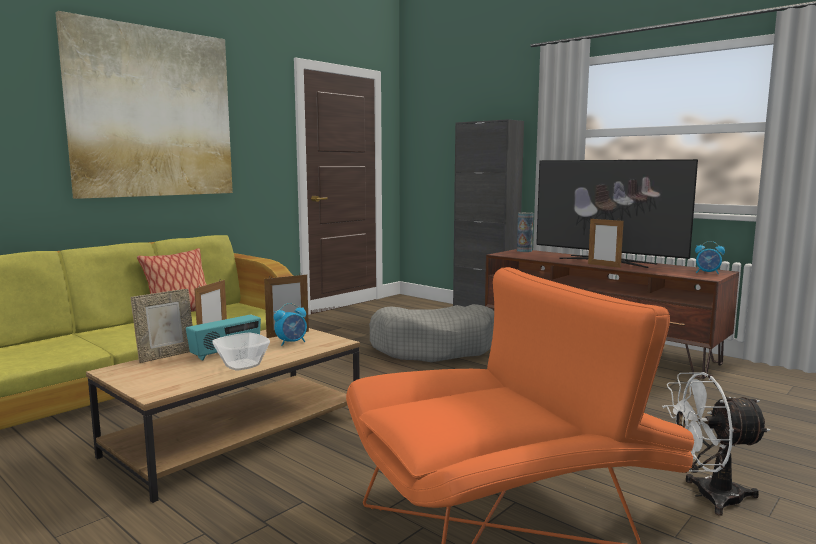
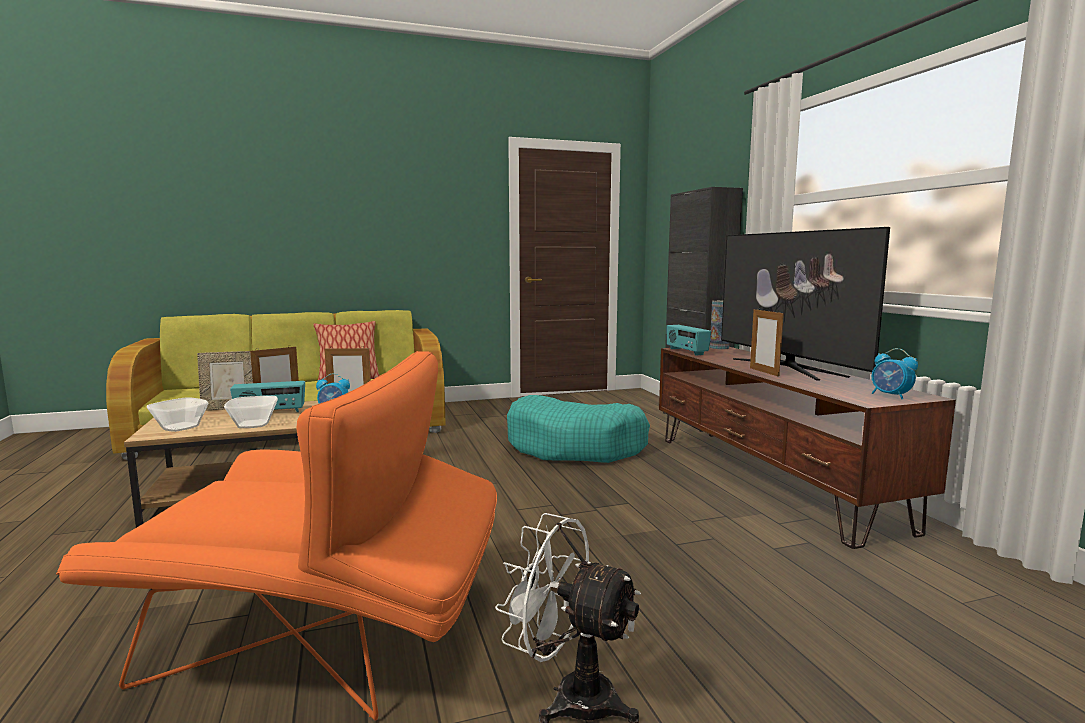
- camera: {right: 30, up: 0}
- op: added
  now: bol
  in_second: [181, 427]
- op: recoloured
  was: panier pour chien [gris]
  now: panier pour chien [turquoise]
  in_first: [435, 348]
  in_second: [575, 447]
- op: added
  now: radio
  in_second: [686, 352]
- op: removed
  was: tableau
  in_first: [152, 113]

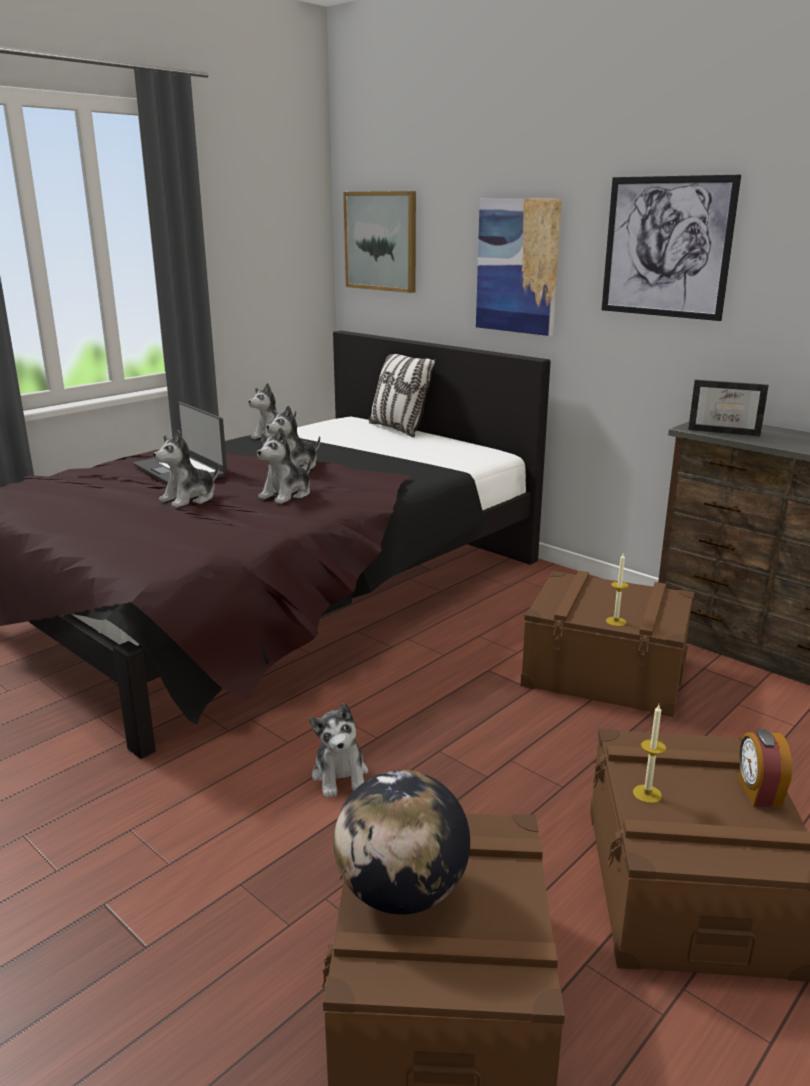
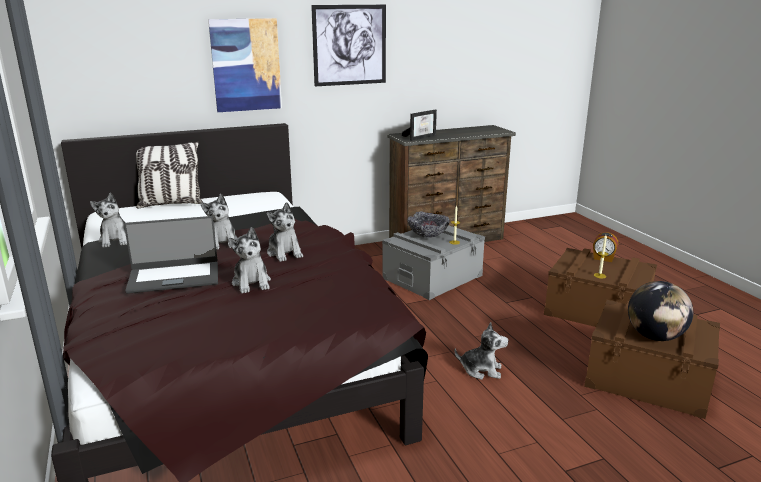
- camera: {right: -65, up: 0}
- op: recoloured
  was: boîte de rangement [marron]
  now: boîte de rangement [gris]
  in_first: [605, 671]
  in_second: [432, 277]
- op: added
  now: bol
  in_second: [428, 235]
- op: removed
  was: tableau
  in_first: [381, 241]

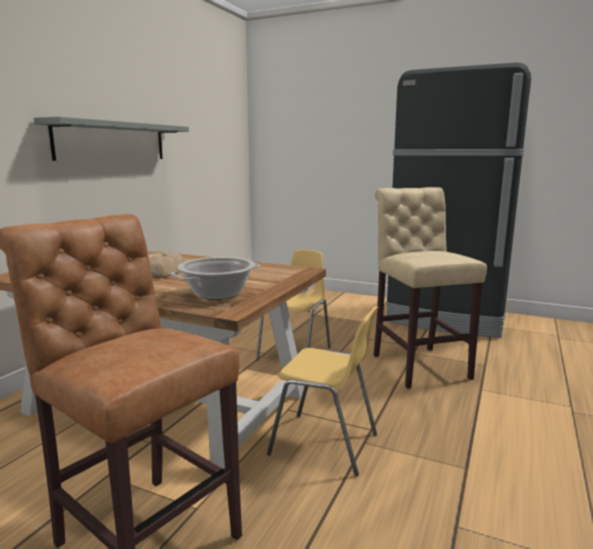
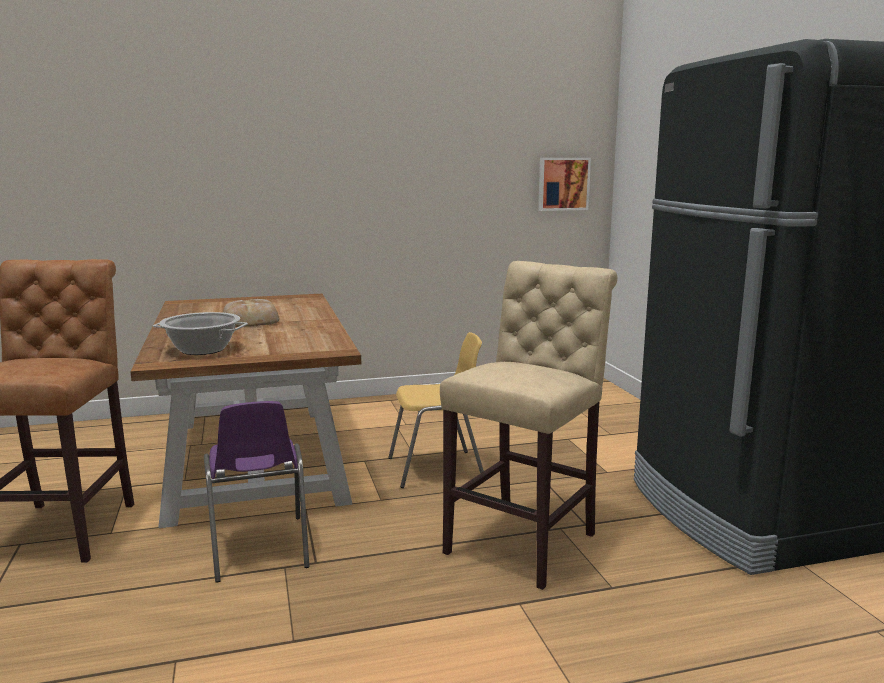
- camera: {right: 50, up: 0}
- op: recoloured
  was: chaise [jaune]
  now: chaise [violet]
  in_first: [325, 444]
  in_second: [259, 549]
- op: added
  now: tableau
  in_second: [563, 184]
- op: removed
  was: étagère [gris]
  in_first: [112, 141]

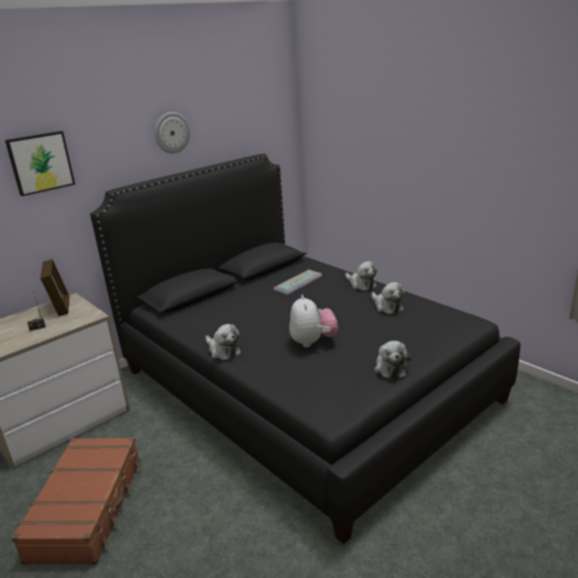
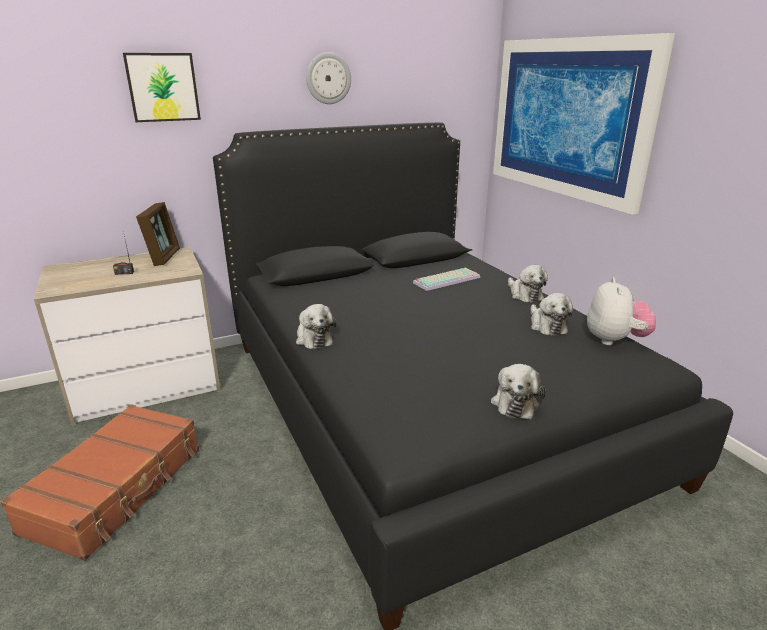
- camera: {right: 15, up: 0}
- op: added
  now: tableau
  in_second: [567, 118]
- op: moved
  was: peluche
  in_first: [313, 342]
  in_second: [614, 340]

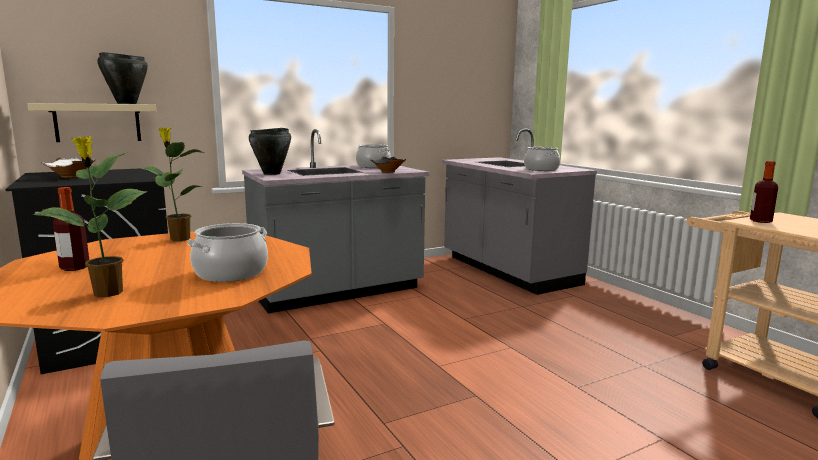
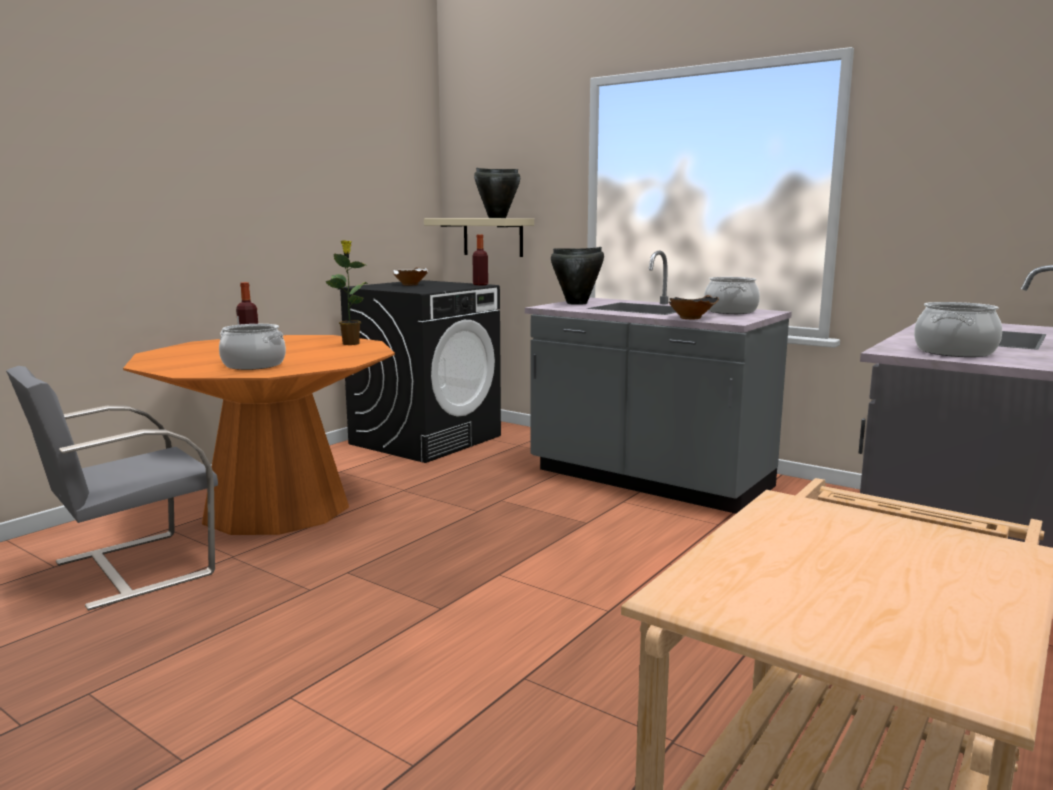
- camera: {right: 65, up: 0}
- op: moved
  was: bouteille
  in_first: [760, 221]
  in_second: [480, 284]
- op: removed
  was: plante en pot
  in_first: [107, 293]

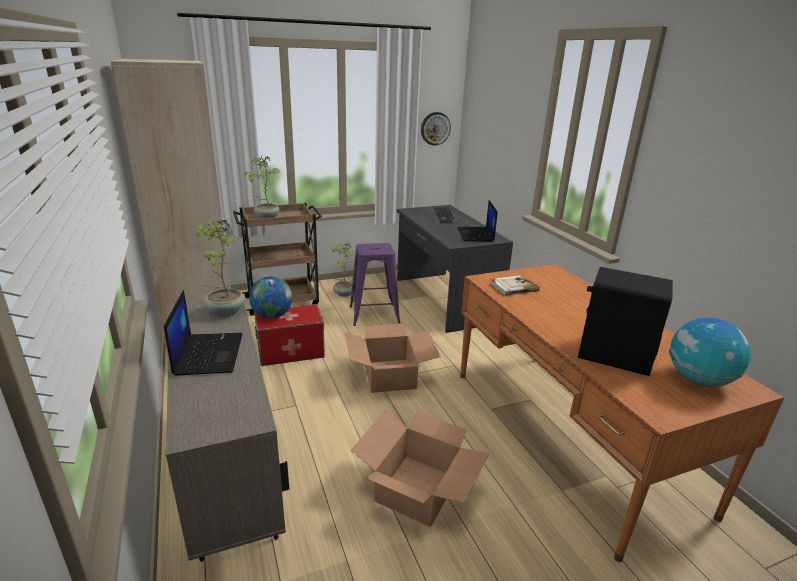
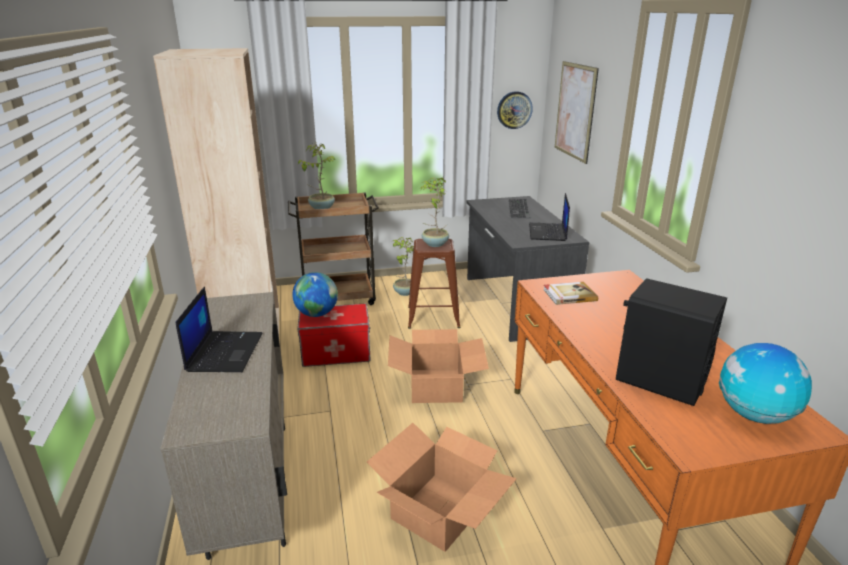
- camera: {right: 10, up: 0}
- op: recoloured
  was: tabouret [violet]
  now: tabouret [marron]
  in_first: [374, 314]
  in_second: [433, 317]
- op: moved
  was: plante en pot
  in_first: [225, 311]
  in_second: [434, 244]
- op: added
  now: tableau
  in_second: [575, 111]

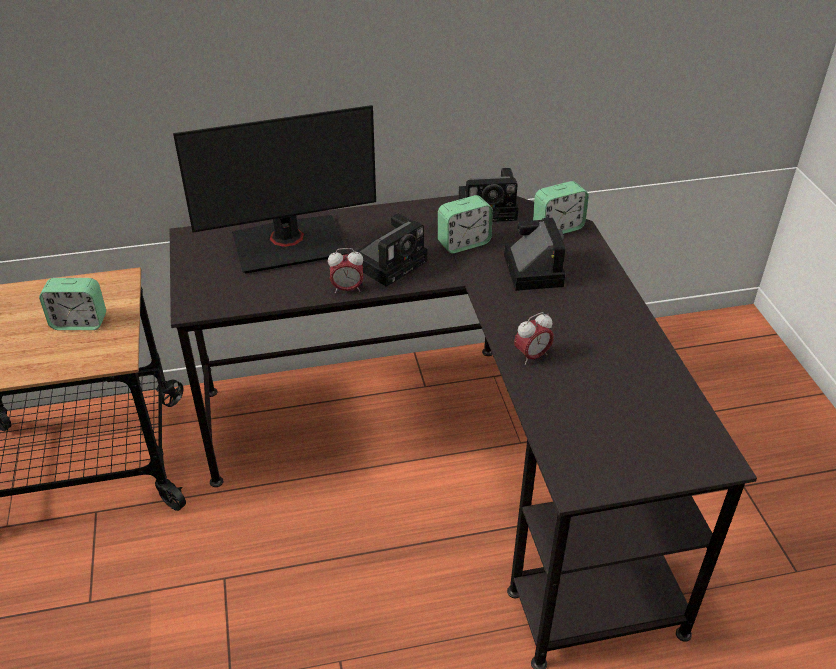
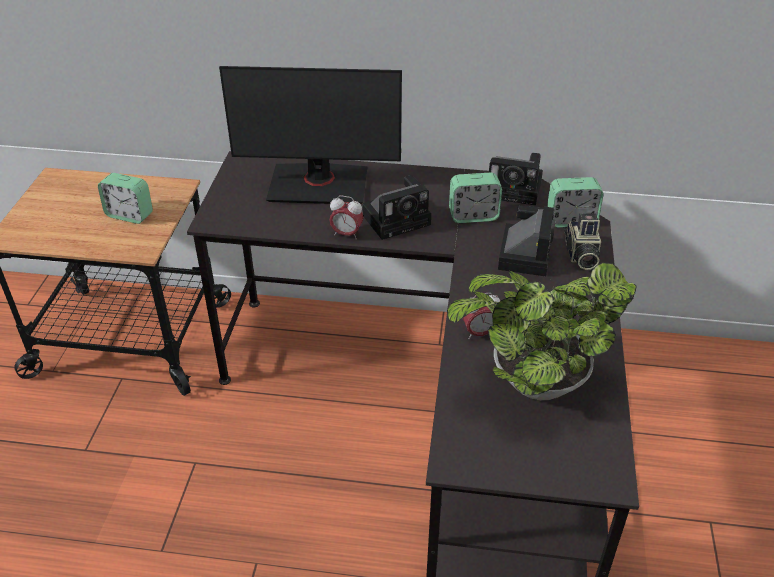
- camera: {right: 20, up: 0}
- op: added
  now: plante en pot
  in_second: [531, 384]
- op: added
  now: appareil photo
  in_second: [580, 255]

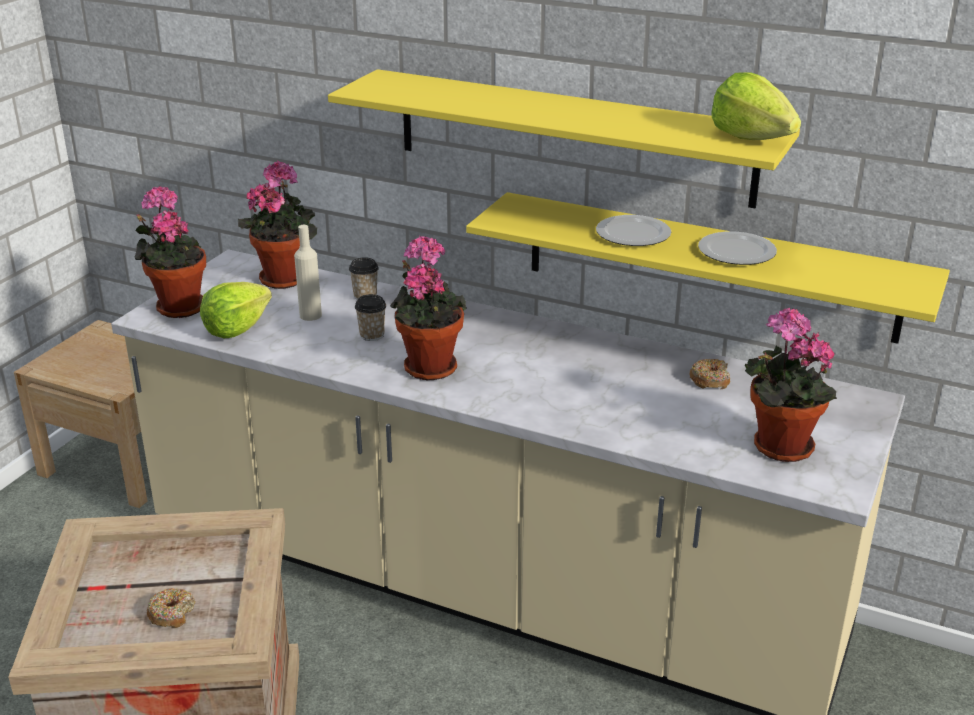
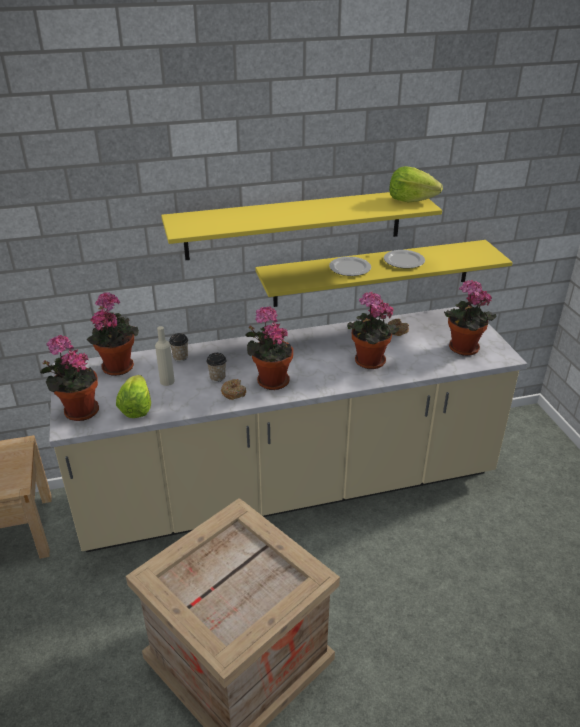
- camera: {right: -40, up: 5}
- op: moved
  was: beignet
  in_first: [172, 614]
  in_second: [233, 393]
- op: added
  now: plante en pot
  in_second: [368, 362]

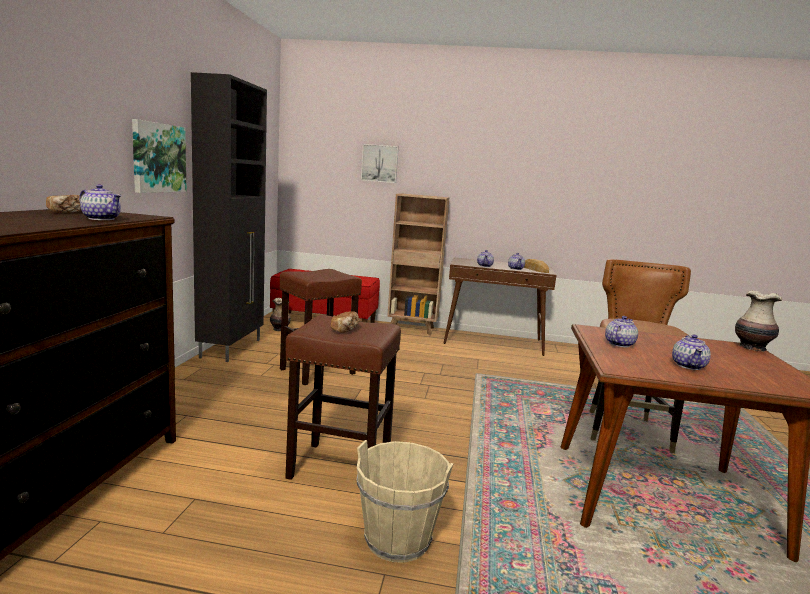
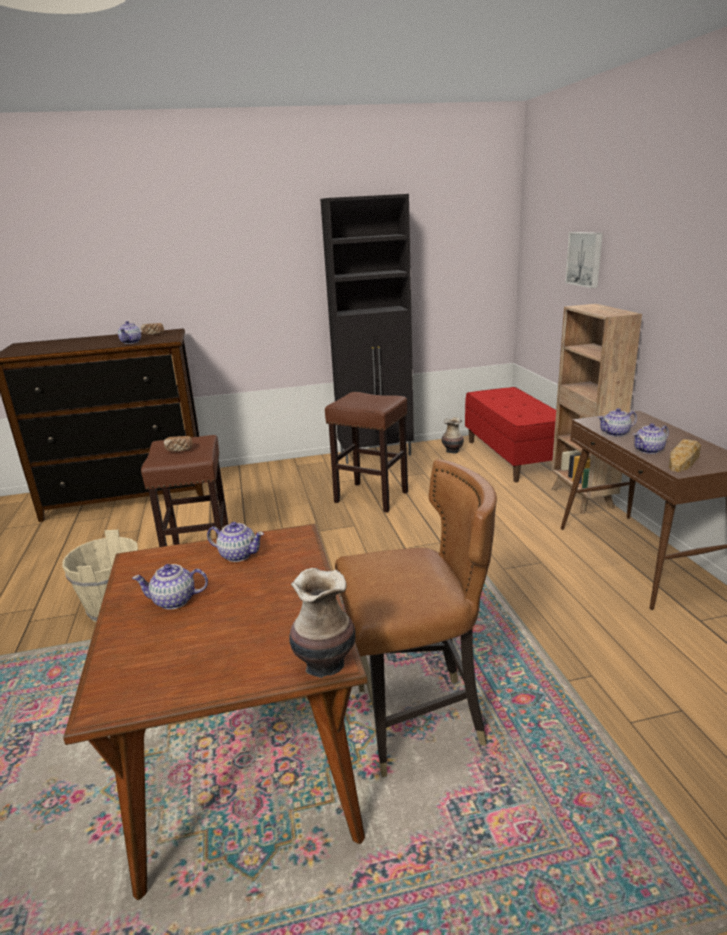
- camera: {right: 70, up: 10}
- op: removed
  was: tableau
  in_first: [158, 158]

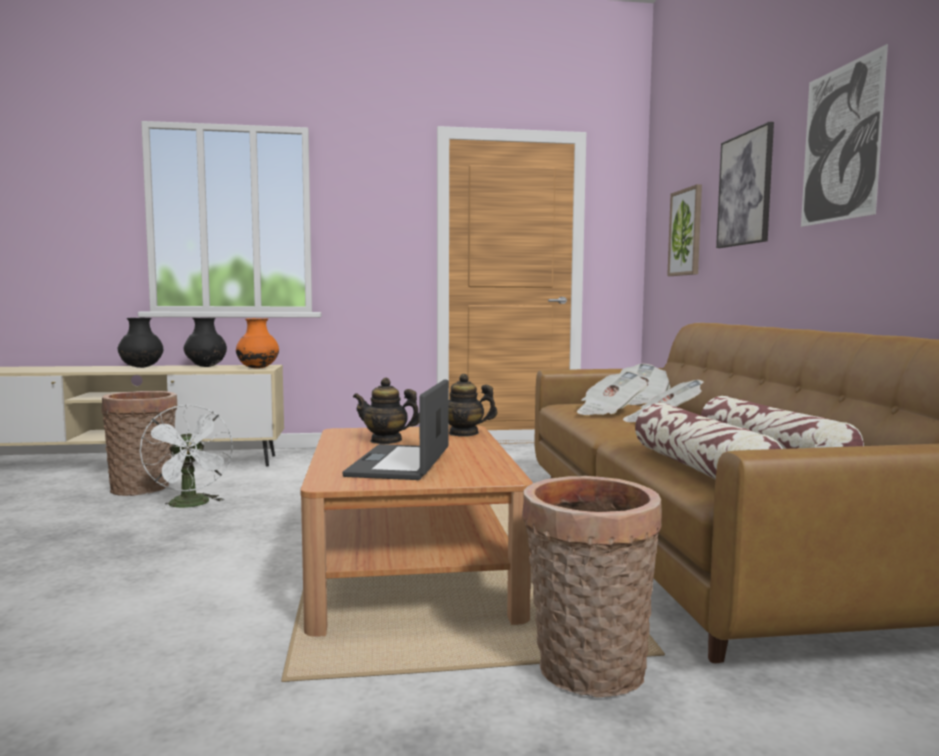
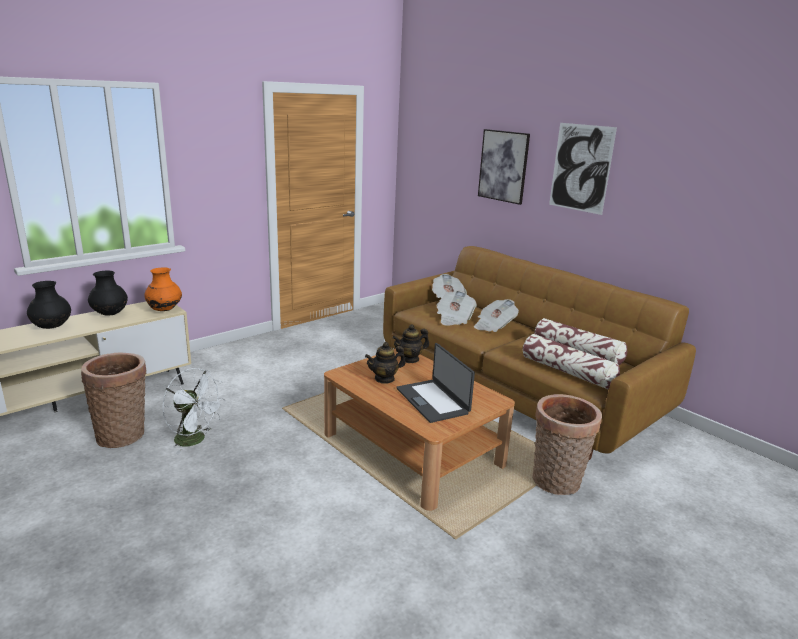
- camera: {right: -35, up: 15}
- op: removed
  was: tableau
  in_first: [686, 232]

